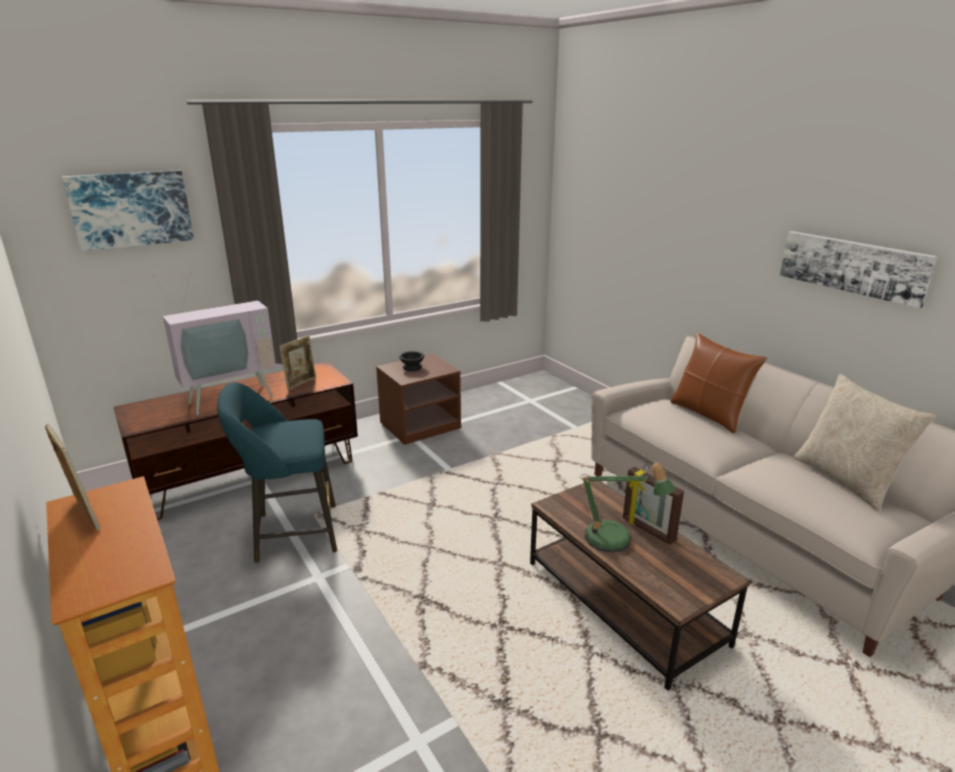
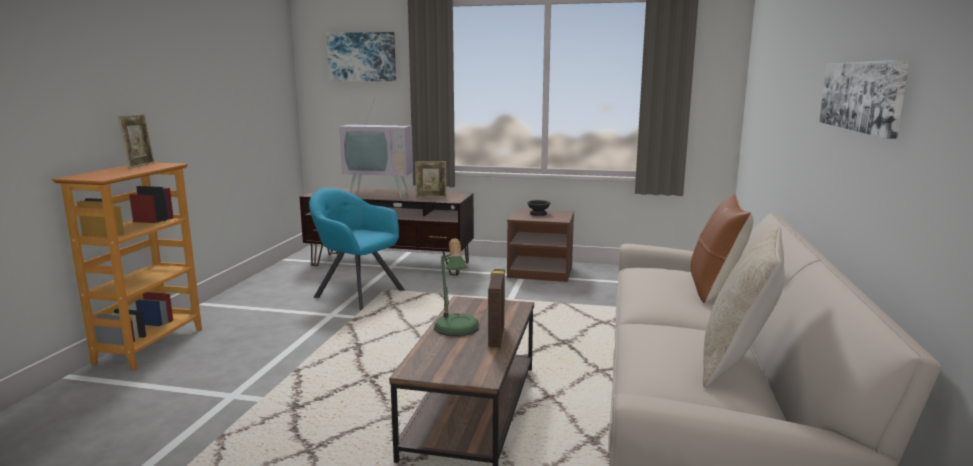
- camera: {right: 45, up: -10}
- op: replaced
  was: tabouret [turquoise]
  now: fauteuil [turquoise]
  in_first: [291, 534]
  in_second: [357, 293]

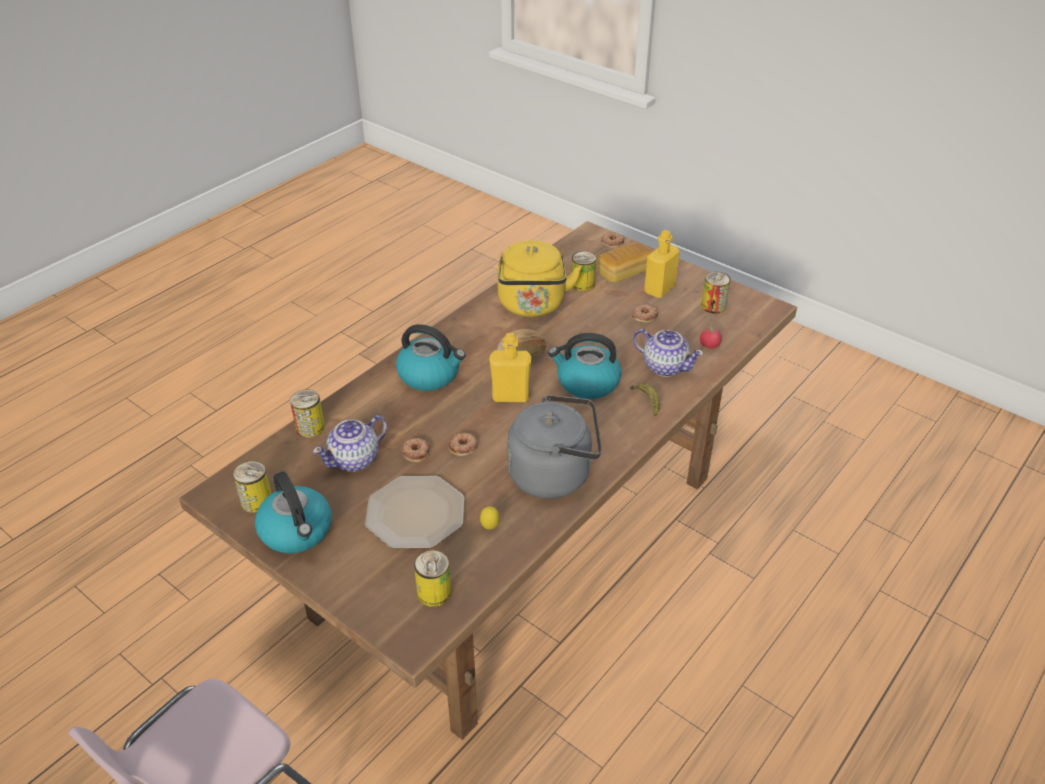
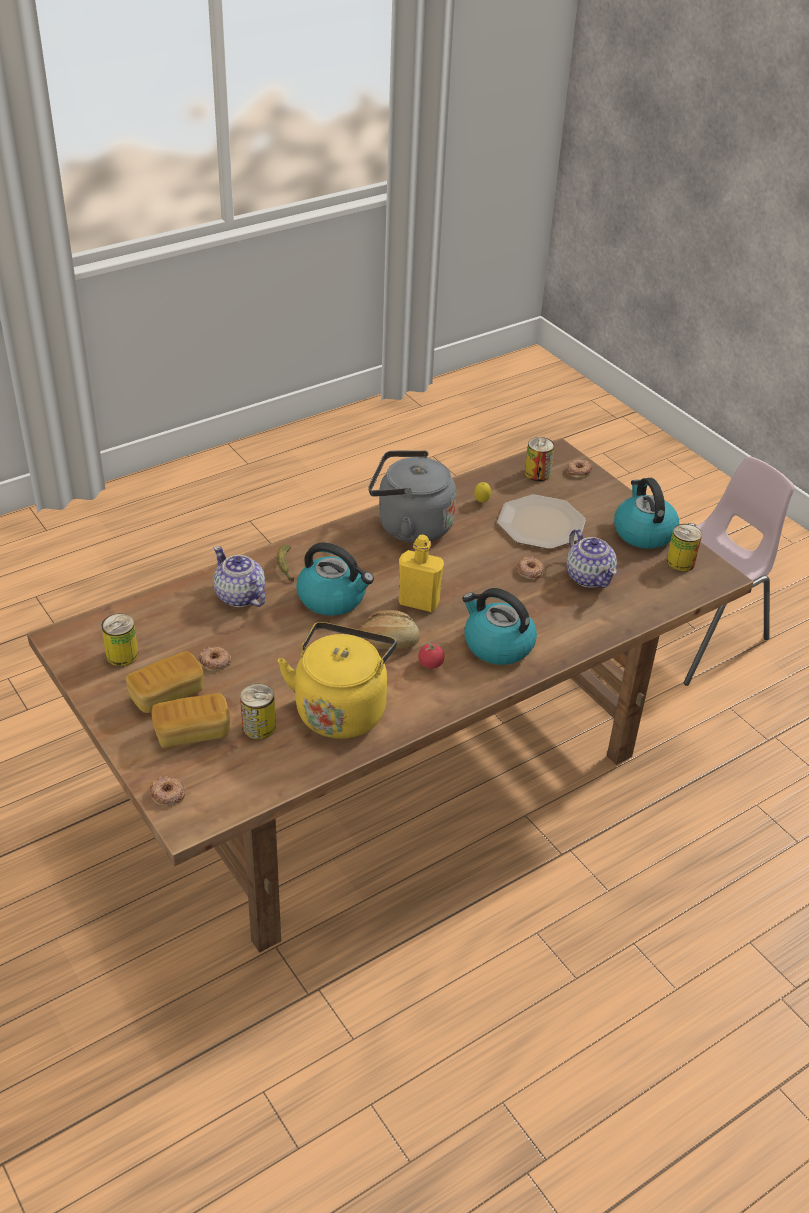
- camera: {right: -165, up: 0}
- op: replaced
  was: bouteille [jaune]
  now: pain
  in_first: [659, 289]
  in_second: [167, 694]
- op: moved
  was: tomate
  in_first: [709, 345]
  in_second: [430, 664]
- op: moved
  was: beignet
  in_first: [463, 447]
  in_second: [578, 471]
- op: turned
  was: théière
  in_first: [355, 460]
  in_second: [589, 577]
  clockwise: 90
- op: removed
  was: boîte métallique
  in_first: [310, 427]

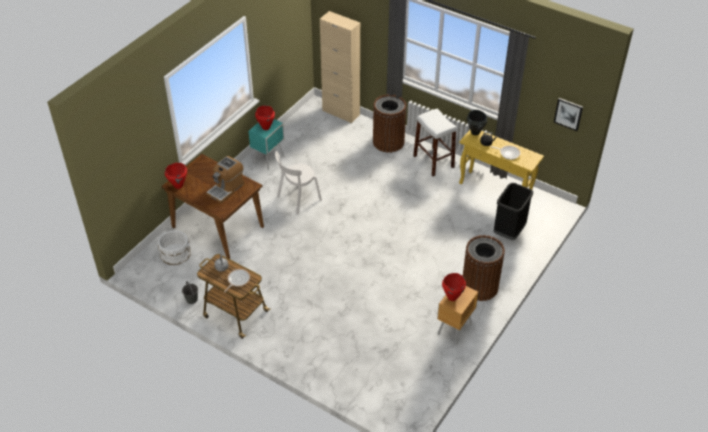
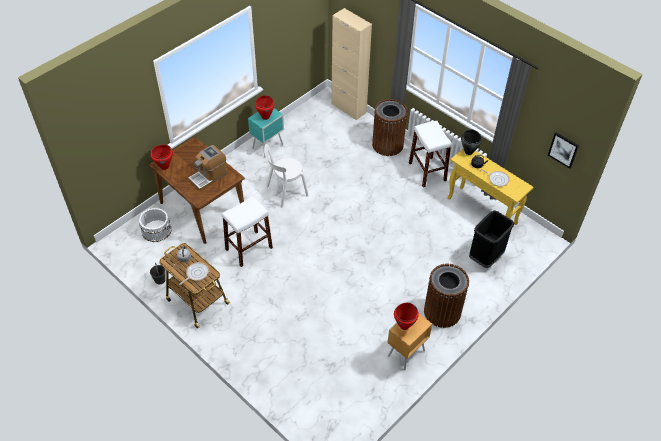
- camera: {right: 10, up: 5}
- op: added
  now: tabouret [blanc]
  in_second: [248, 248]

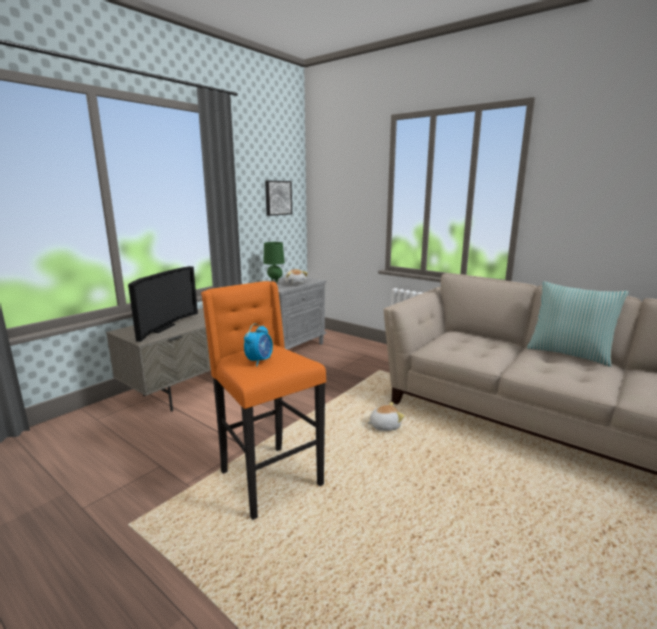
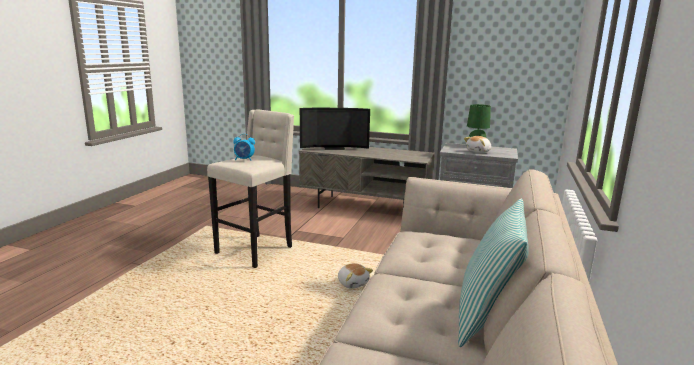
- camera: {right: 70, up: 0}
- op: recoloured
  was: tabouret [orange]
  now: tabouret [beige]
  in_first: [268, 478]
  in_second: [256, 250]
- op: removed
  was: tableau
  in_first: [277, 198]

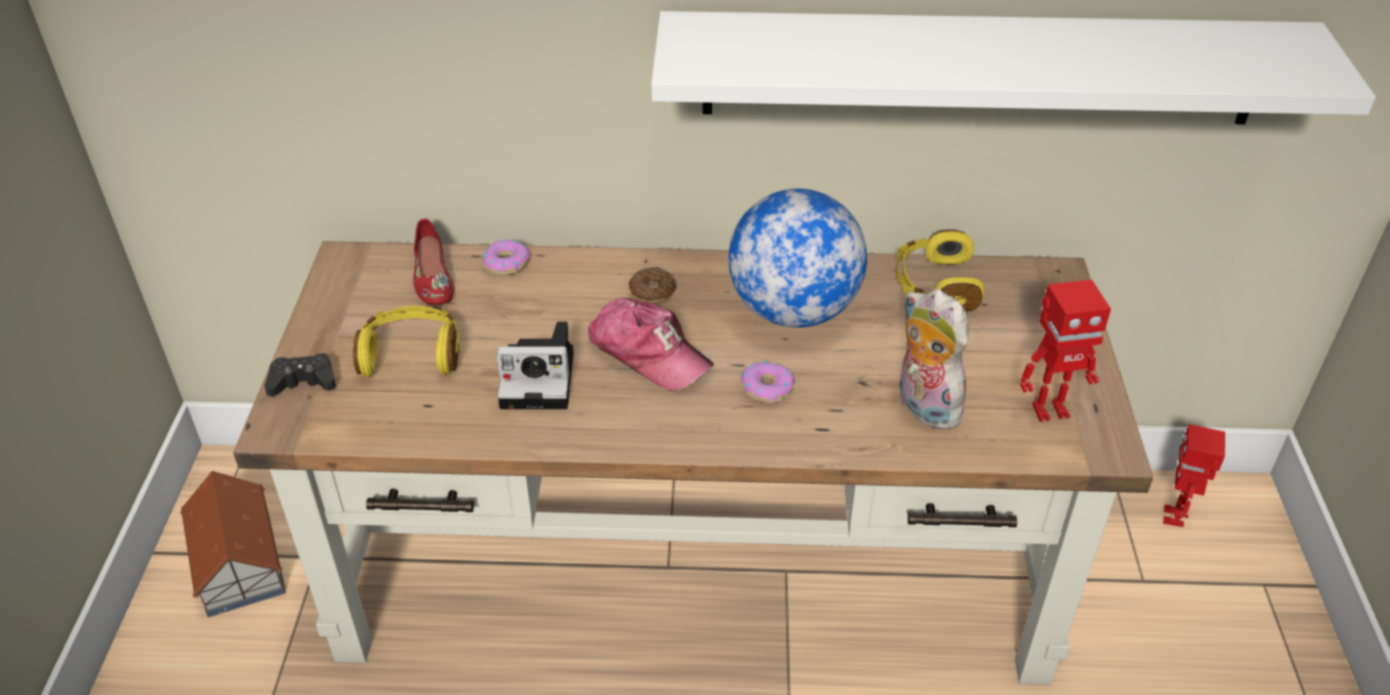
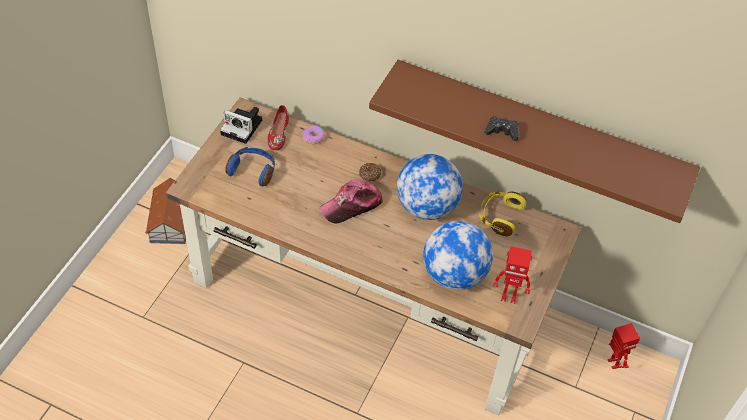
- camera: {right: 20, up: 10}
- op: moved
  was: appareil photo
  in_first: [541, 379]
  in_second: [243, 127]
- op: recoloured
  was: casque audio [jaune]
  now: casque audio [bleu]
  in_first: [411, 354]
  in_second: [253, 170]
- op: turned
  was: casquette
  in_first: [648, 353]
  in_second: [351, 205]
  clockwise: 90
- op: recoloured
  was: étagère [blanc]
  now: étagère [marron]
  in_first: [980, 68]
  in_second: [538, 129]
- op: replaced
  was: peluche
  now: globe
  in_first: [922, 406]
  in_second: [454, 274]
- op: moved
  was: manette [noir]
  in_first: [303, 381]
  in_second: [502, 131]
- op: turned
  was: robot jouet
  in_first: [1175, 517]
  in_second: [613, 363]
  clockwise: 120
- op: removed
  was: beignet
  in_first: [767, 388]

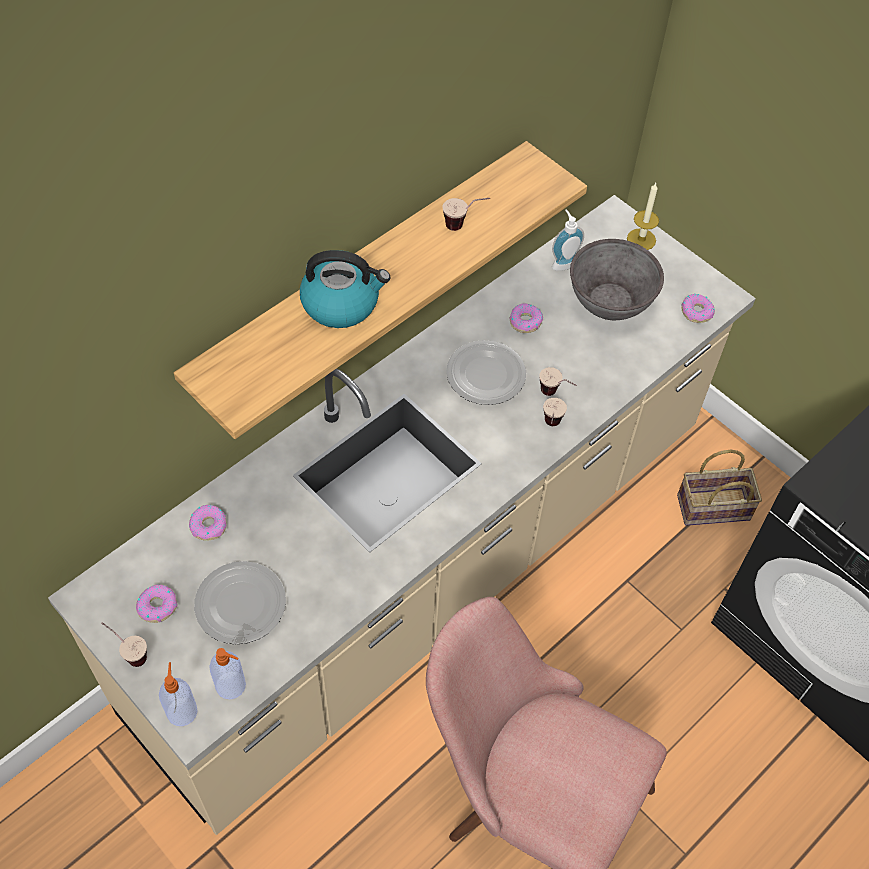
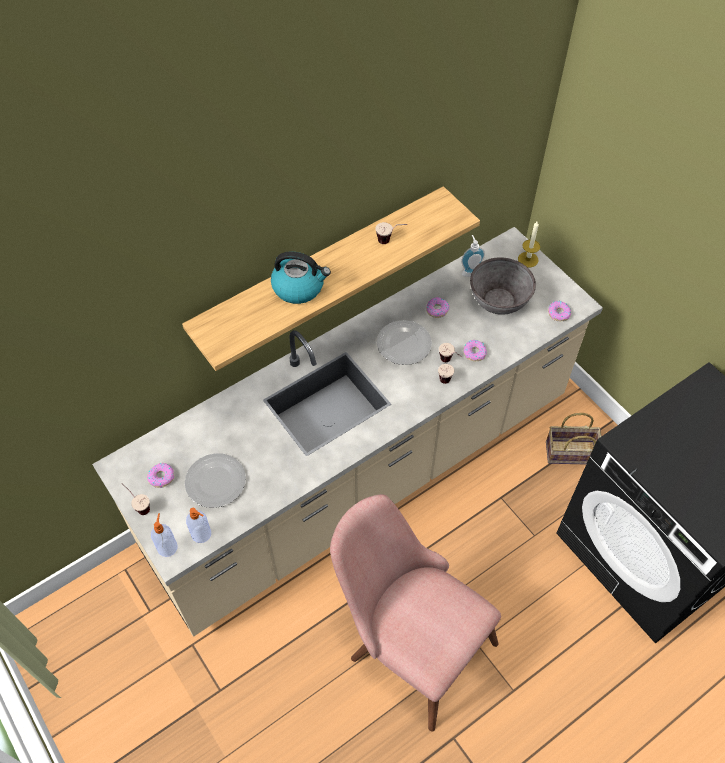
- camera: {right: 10, up: 0}
- op: moved
  was: beignet
  in_first: [209, 525]
  in_second: [474, 353]

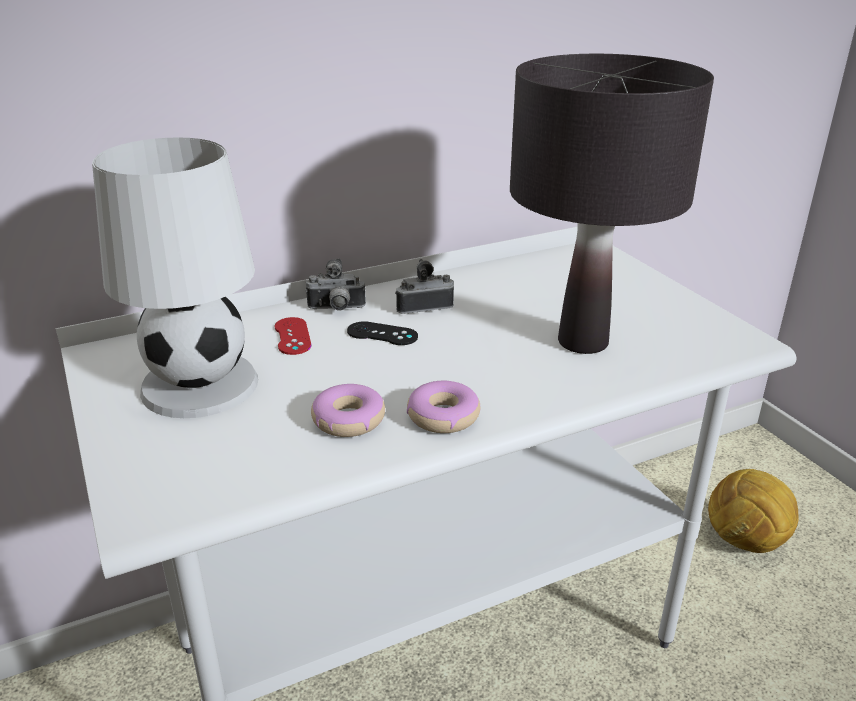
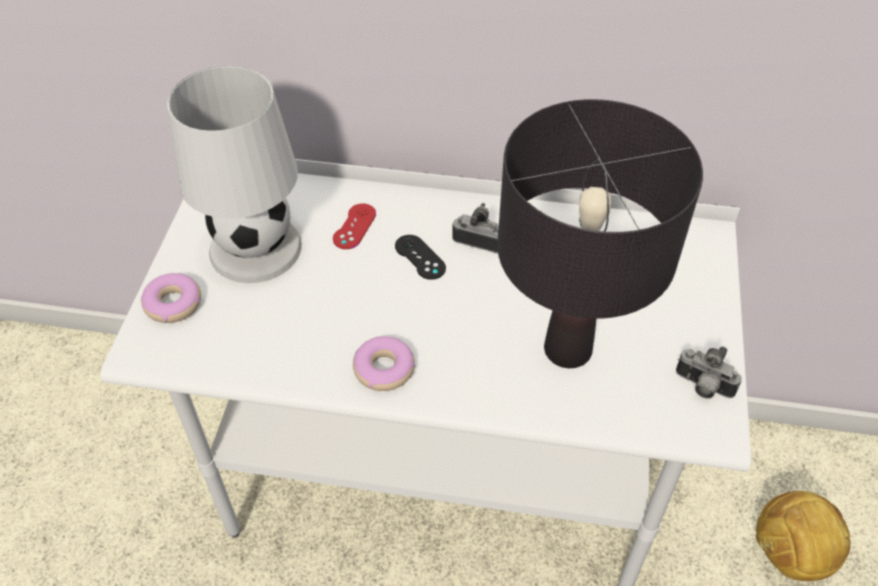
- camera: {right: 35, up: 20}
- op: moved
  was: beignet
  in_first: [348, 420]
  in_second: [173, 304]
- op: moved
  was: appareil photo
  in_first: [336, 309]
  in_second: [702, 387]

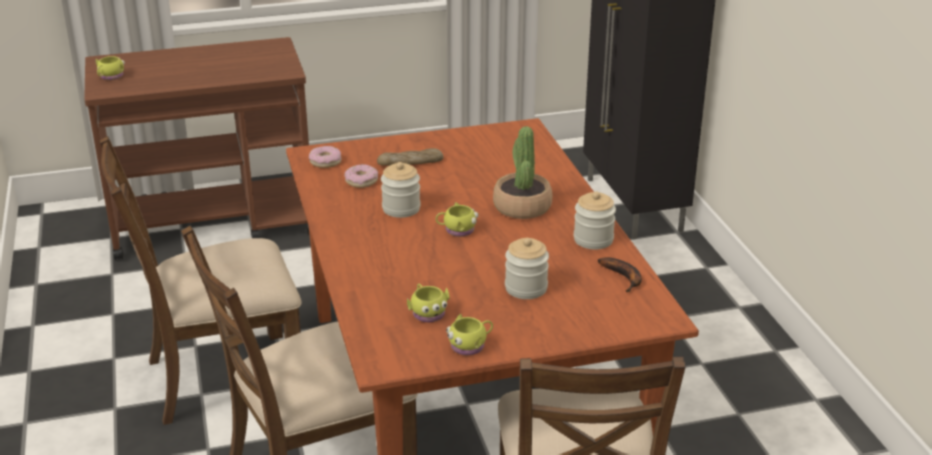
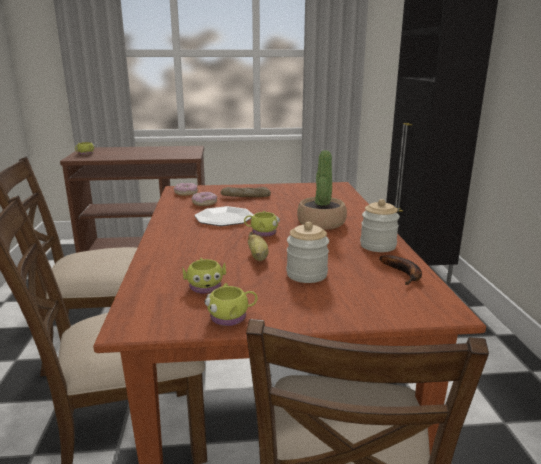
- camera: {right: 10, up: -10}
- op: replaced
  was: bocal
  now: assiette
  in_first: [401, 209]
  in_second: [224, 218]
- op: added
  now: banane
  in_second: [258, 257]

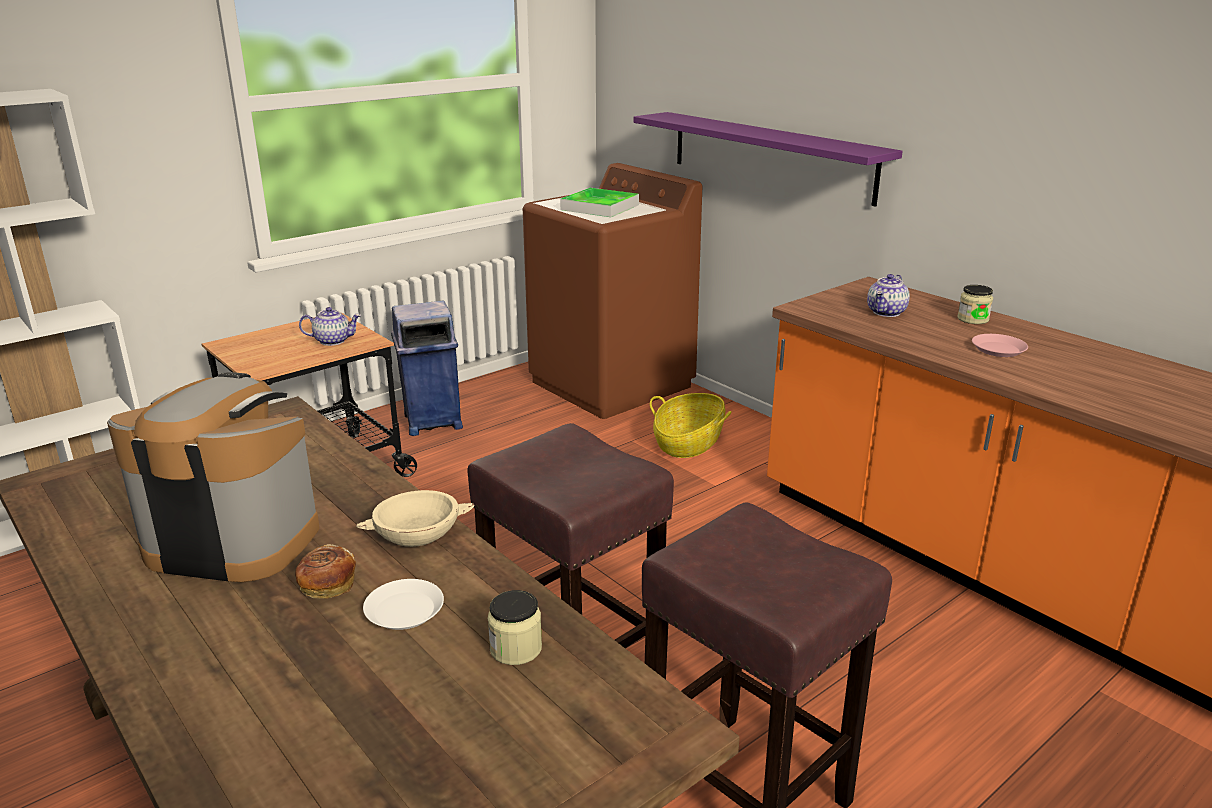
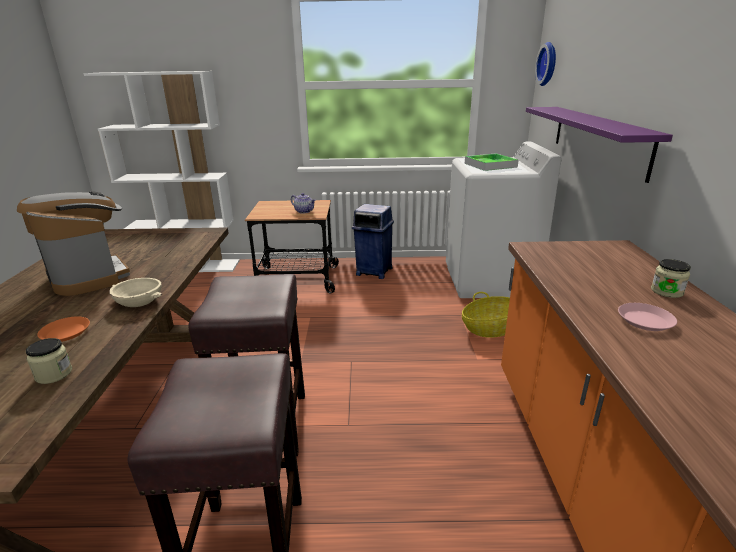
- camera: {right: 40, up: 0}
- op: recoloured
  was: assiette [blanc]
  now: assiette [orange]
  in_first: [404, 610]
  in_second: [66, 332]
- op: recoloured
  was: lave-linge [marron]
  now: lave-linge [blanc]
  in_first: [611, 384]
  in_second: [489, 281]
- op: added
  now: horloge murale
  in_second: [549, 64]
- op: removed
  was: pain
  in_first: [327, 586]
- op: removed
  was: théière
  in_first: [886, 312]

